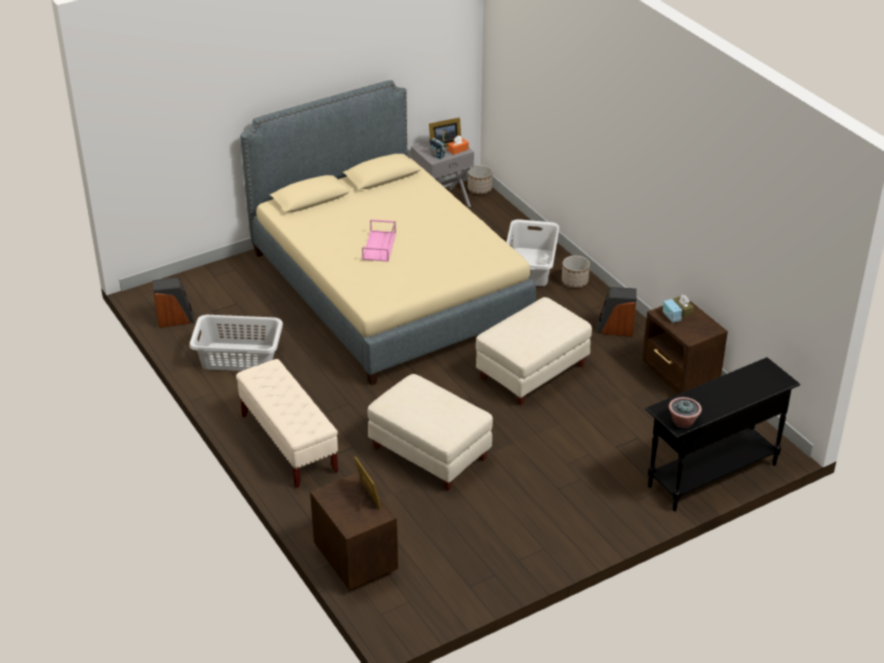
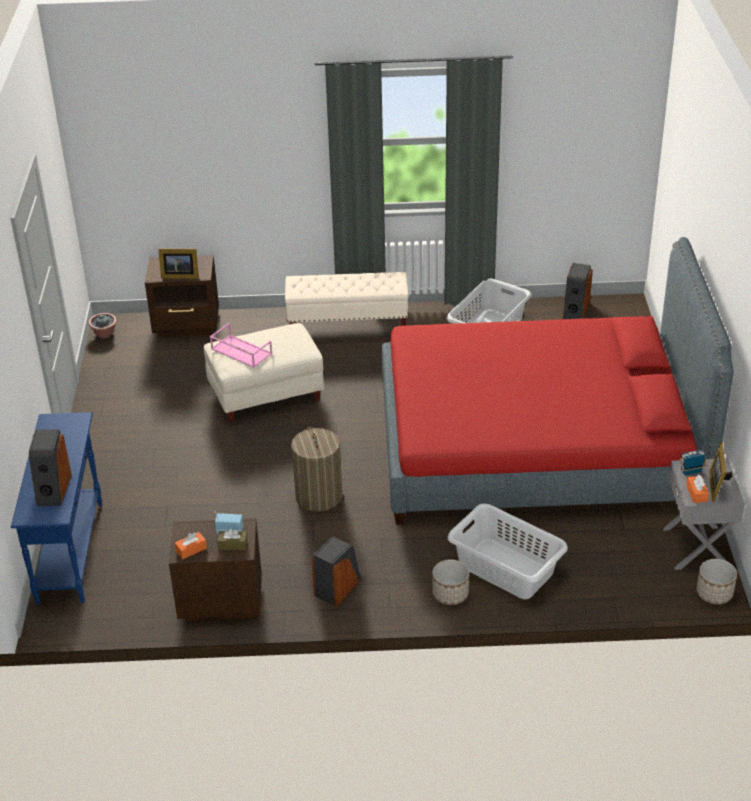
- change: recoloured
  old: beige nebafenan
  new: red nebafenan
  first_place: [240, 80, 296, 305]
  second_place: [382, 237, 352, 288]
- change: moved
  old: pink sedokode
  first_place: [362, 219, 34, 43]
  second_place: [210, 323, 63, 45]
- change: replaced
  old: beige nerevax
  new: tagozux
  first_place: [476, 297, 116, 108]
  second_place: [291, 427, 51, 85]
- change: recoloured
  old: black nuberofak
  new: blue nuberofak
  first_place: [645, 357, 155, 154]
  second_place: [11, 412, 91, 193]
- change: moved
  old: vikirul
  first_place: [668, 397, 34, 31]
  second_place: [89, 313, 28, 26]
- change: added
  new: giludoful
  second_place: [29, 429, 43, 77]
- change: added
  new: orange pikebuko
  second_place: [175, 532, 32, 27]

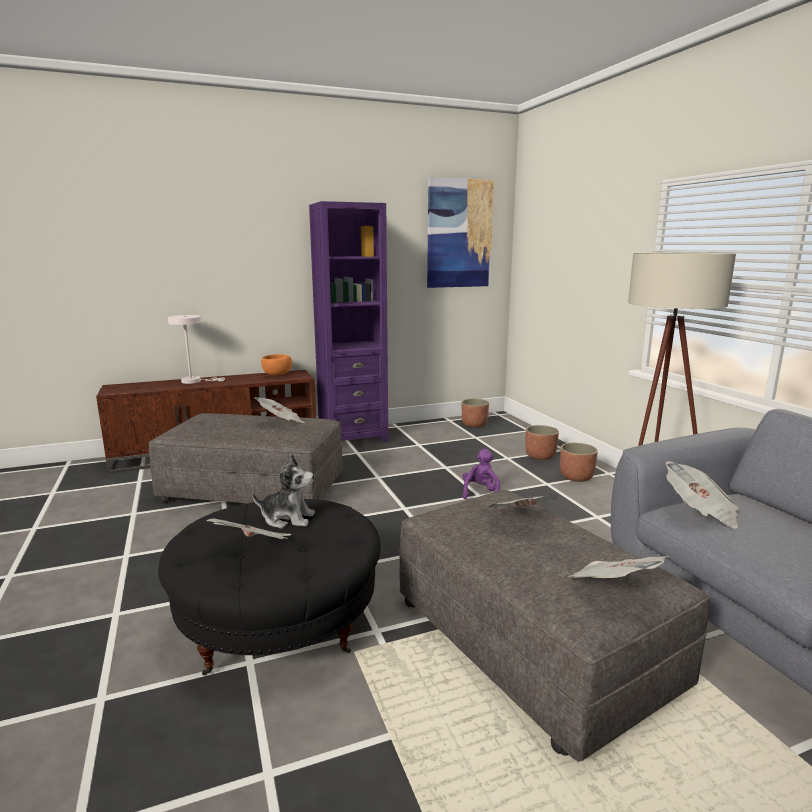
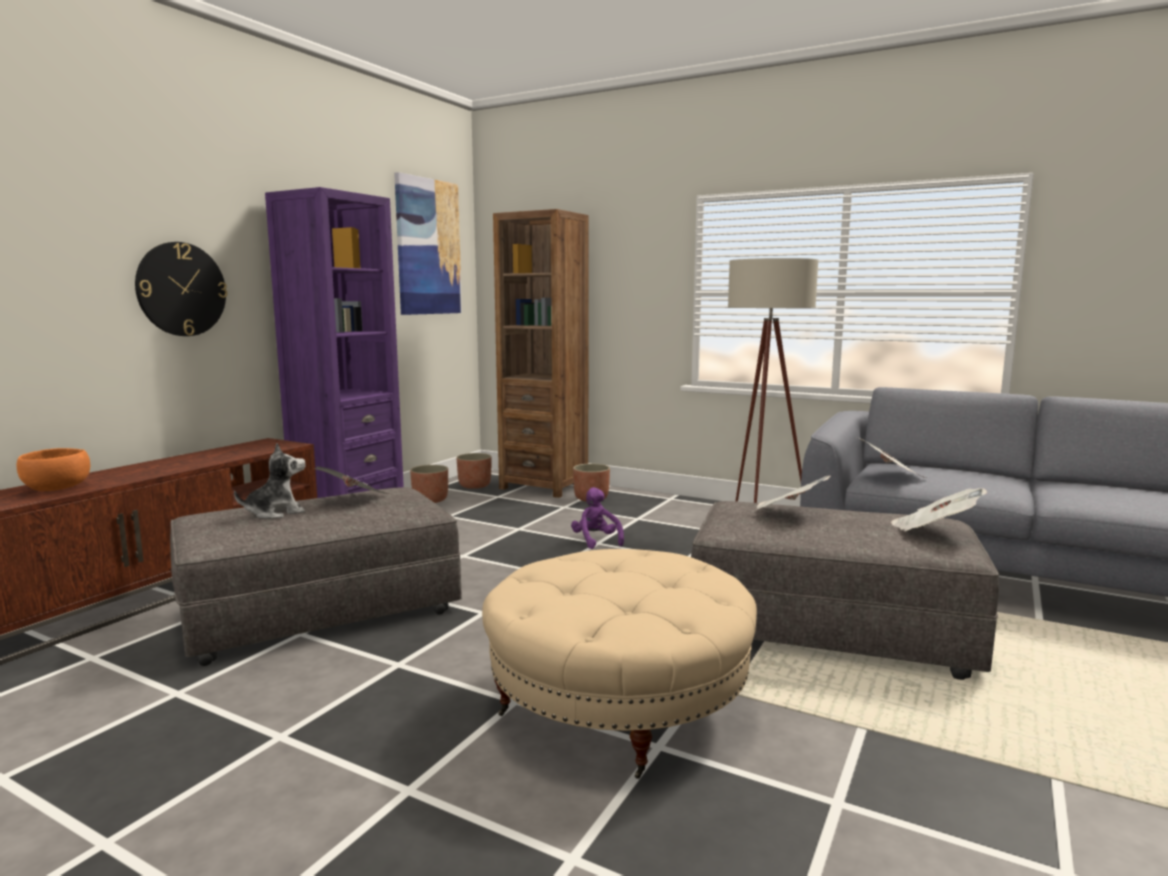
- change: removed
  old: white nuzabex
  first_place: [168, 315, 57, 69]
- change: moved
  old: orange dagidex
  first_place: [261, 354, 31, 21]
  second_place: [17, 448, 73, 43]
- change: moved
  old: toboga
  first_place: [560, 443, 38, 39]
  second_place: [410, 465, 38, 38]
- change: moved
  old: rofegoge
  first_place: [252, 454, 63, 75]
  second_place: [234, 443, 72, 76]
- change: recoloured
  old: black nerevax
  new: beige nerevax
  first_place: [158, 499, 223, 176]
  second_place: [482, 549, 275, 230]
- change: removed
  old: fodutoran
  first_place: [207, 519, 85, 20]
- change: added
  new: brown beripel
  second_place: [493, 209, 96, 289]
- change: added
  new: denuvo
  second_place: [135, 242, 93, 94]

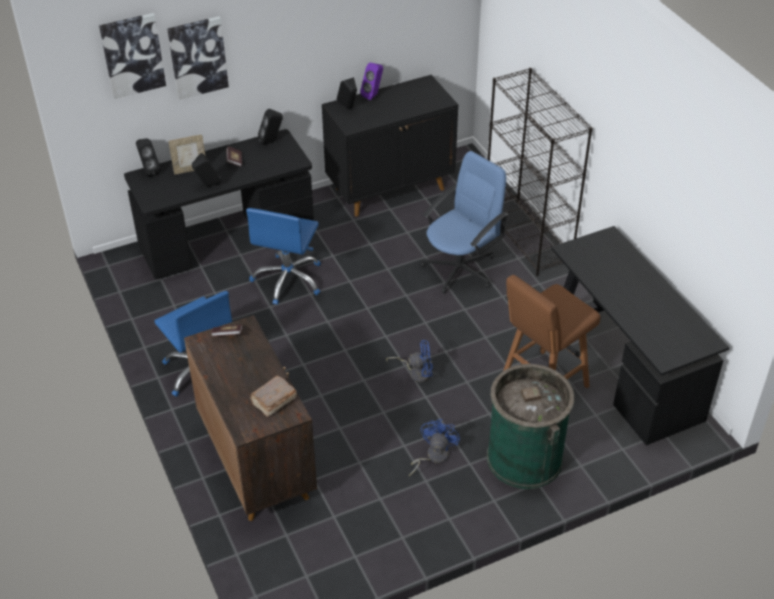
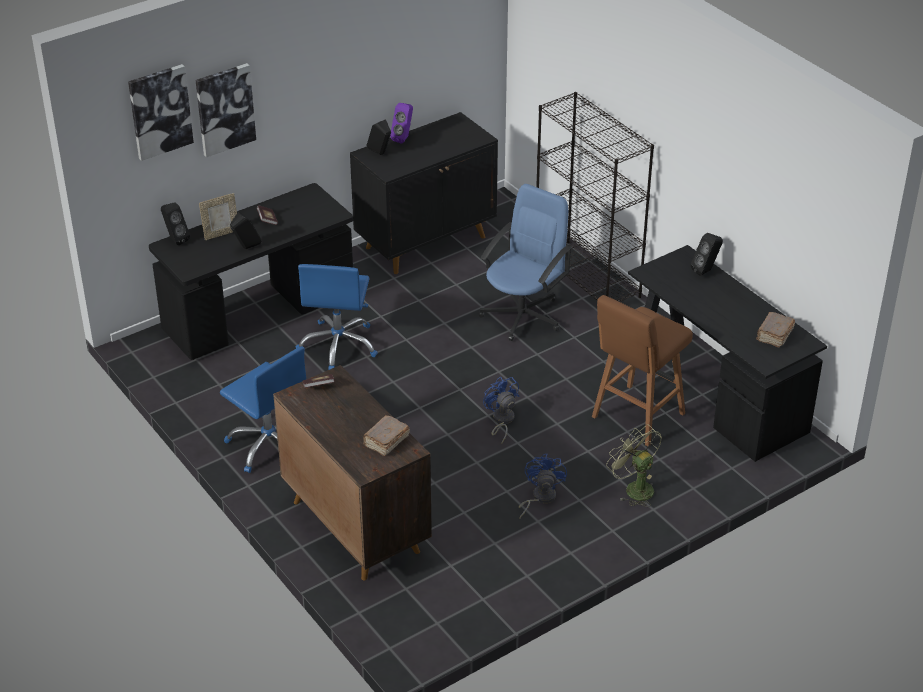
- change: moved
  old: black giludoful
  first_place: [258, 109, 25, 36]
  second_place: [691, 233, 32, 43]
- change: turned
  old: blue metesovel
  first_place: [386, 340, 47, 42]
  second_place: [483, 377, 36, 67]
  degrees: -105
- change: replaced
  old: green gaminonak
  new: green metesovel
  first_place: [487, 364, 88, 125]
  second_place: [606, 424, 56, 83]
- change: added
  new: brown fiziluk
  second_place: [756, 312, 39, 36]

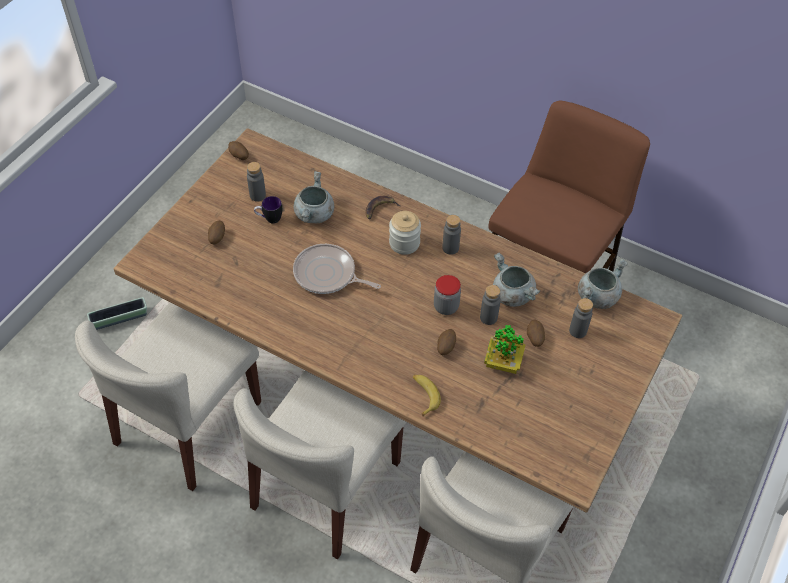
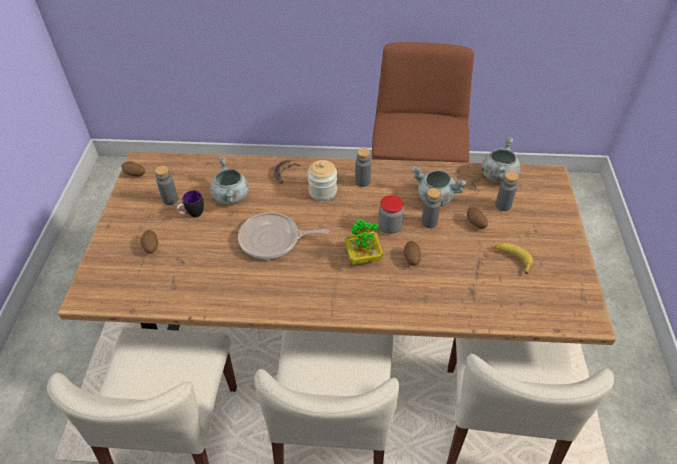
- change: removed
  old: toboga
  first_place: [87, 297, 60, 33]
- change: moved
  old: vikirul
  first_place: [484, 325, 42, 49]
  second_place: [345, 219, 38, 45]
- change: moved
  old: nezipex
  first_place: [413, 375, 28, 42]
  second_place: [495, 243, 38, 31]

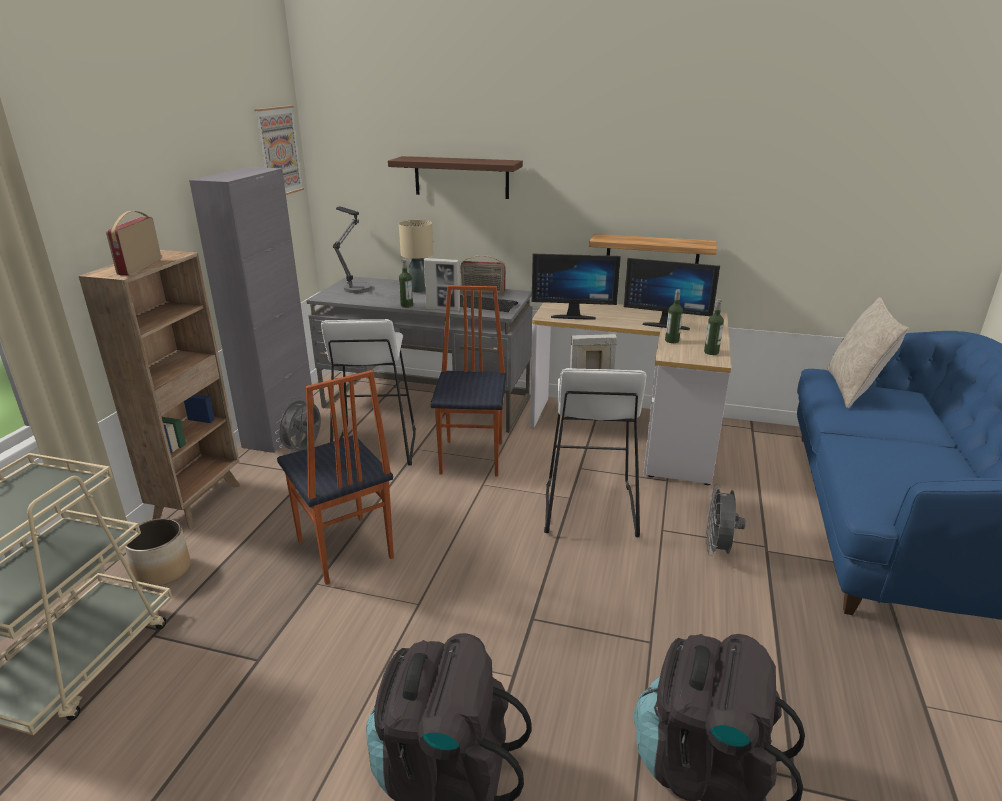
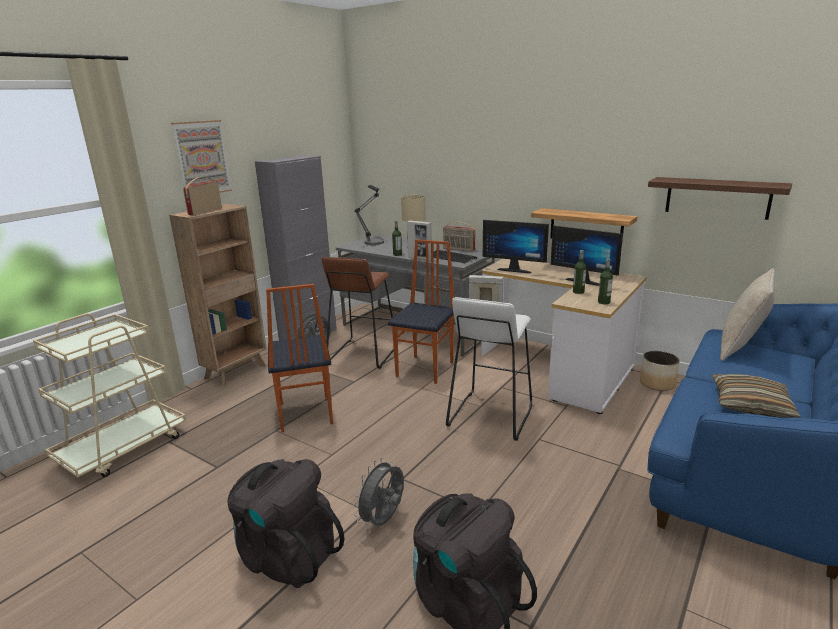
- change: moved
  old: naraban
  first_place: [254, 106, 50, 89]
  second_place: [171, 120, 61, 73]
- change: moved
  old: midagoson
  first_place: [388, 156, 135, 43]
  second_place: [648, 177, 144, 43]
- change: recoloured
  old: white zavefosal
  new: brown zavefosal
  first_place: [321, 319, 95, 147]
  second_place: [322, 257, 72, 112]
- change: moved
  old: grey metesovel
  first_place: [706, 484, 40, 72]
  second_place: [353, 458, 51, 69]
- change: moved
  old: toboga
  first_place: [124, 518, 67, 68]
  second_place: [640, 351, 40, 40]
- change: added
  new: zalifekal
  second_place: [712, 374, 89, 44]

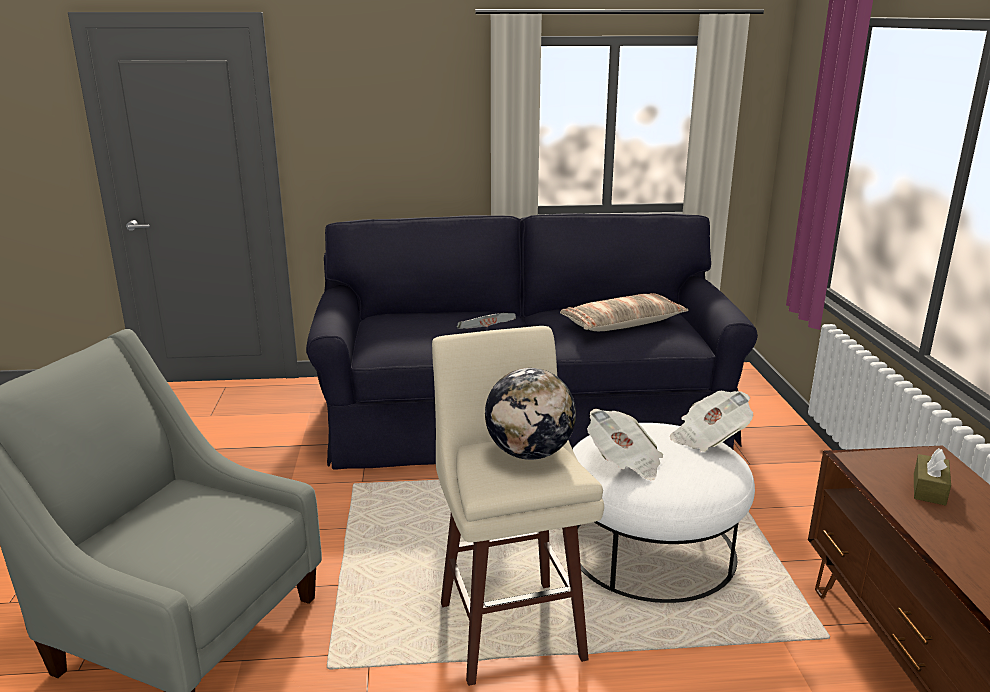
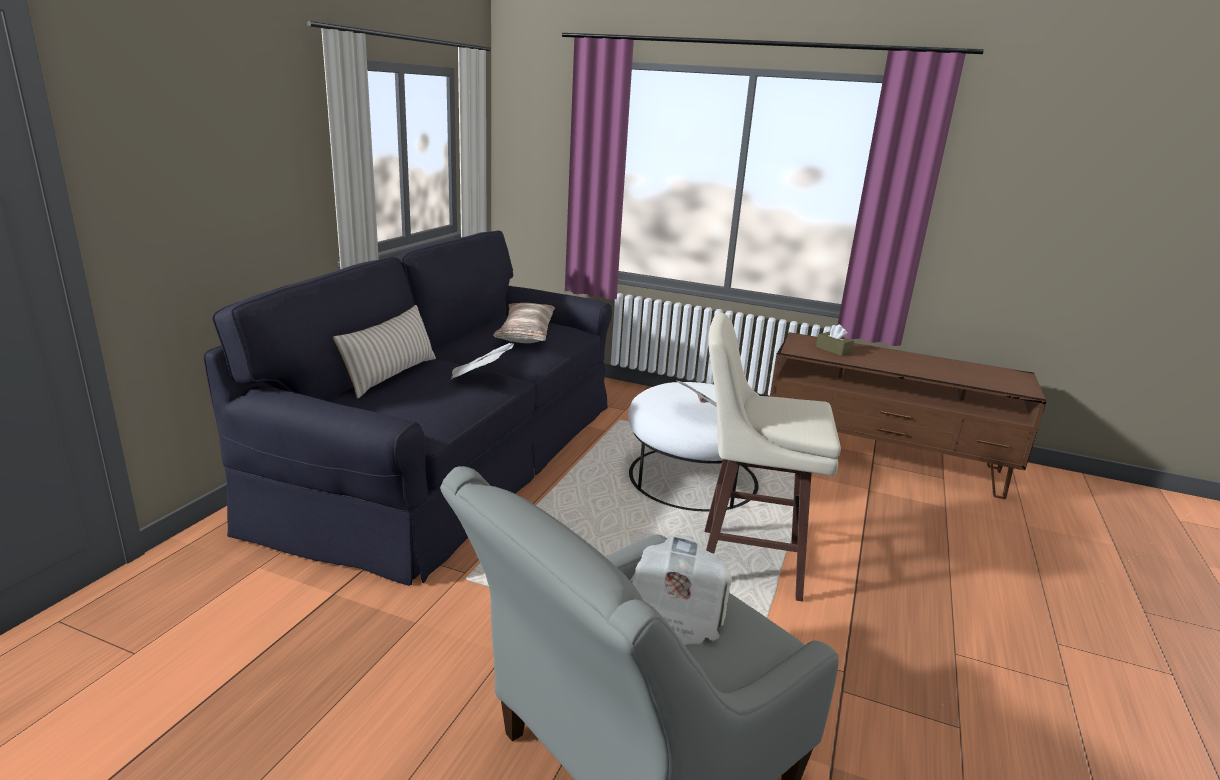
- change: removed
  old: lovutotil
  first_place: [485, 368, 91, 92]
- change: moved
  old: fodutoran
  first_place: [670, 390, 83, 62]
  second_place: [631, 535, 101, 110]
- change: added
  new: beige zalifekal
  second_place: [333, 305, 103, 94]

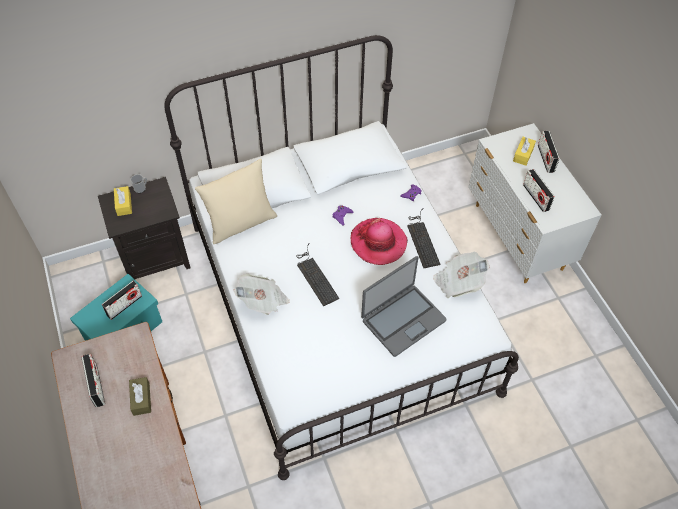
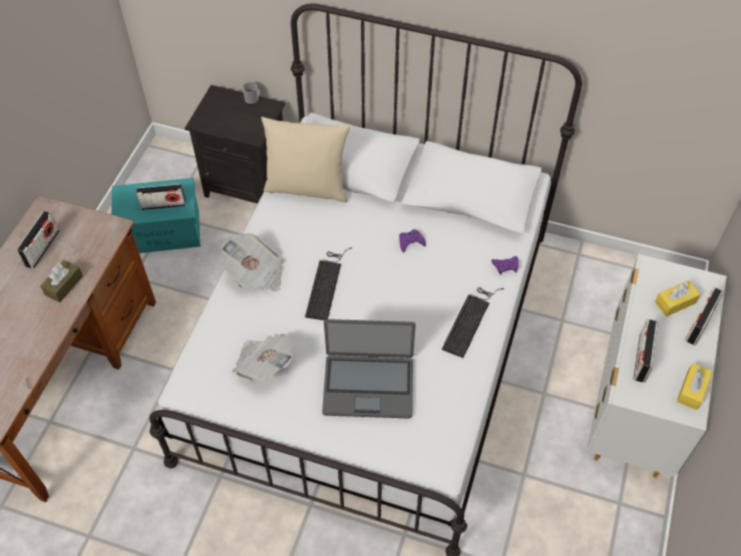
- change: moved
  old: yellow pikebuko
  first_place: [114, 186, 18, 30]
  second_place: [677, 363, 36, 47]
- change: removed
  old: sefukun
  first_place: [351, 218, 57, 47]
- change: moved
  old: fodutoran
  first_place: [433, 252, 57, 46]
  second_place: [232, 334, 63, 49]

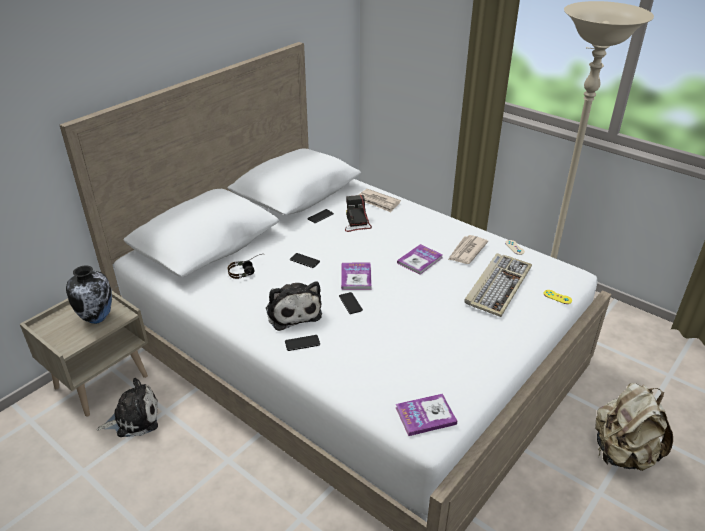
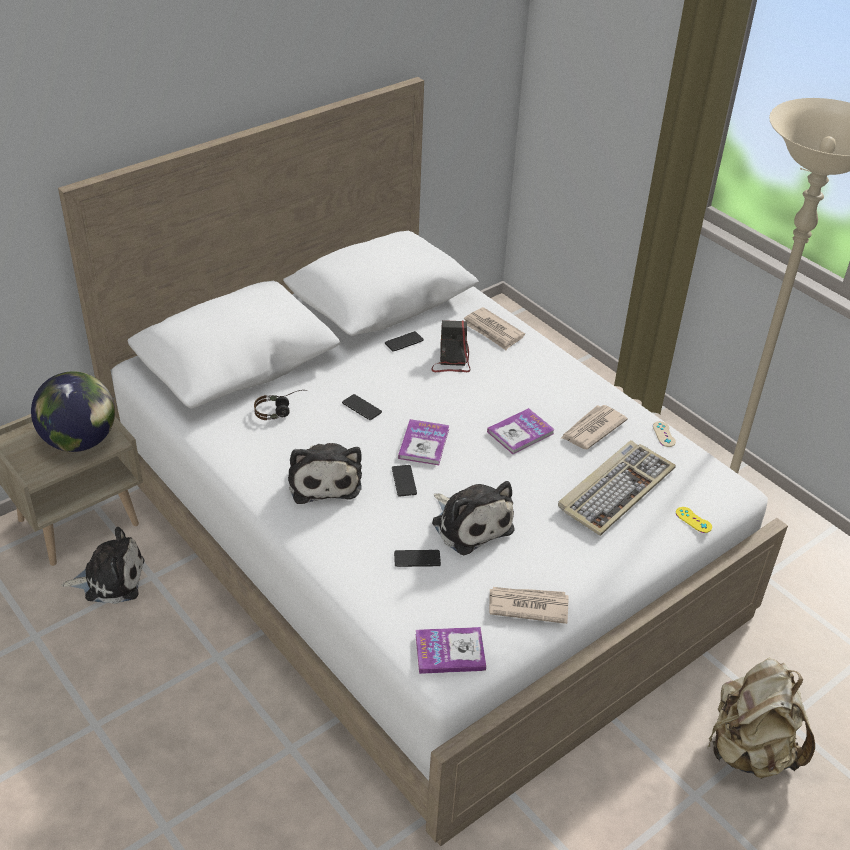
- change: replaced
  old: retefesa
  new: lovutotil
  first_place: [66, 265, 46, 59]
  second_place: [31, 371, 84, 81]
- change: moved
  old: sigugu
  first_place: [285, 335, 35, 16]
  second_place: [394, 550, 47, 17]
- change: added
  new: rofegoge
  second_place: [432, 481, 83, 74]
- change: added
  new: fodutoran
  second_place: [489, 587, 80, 37]

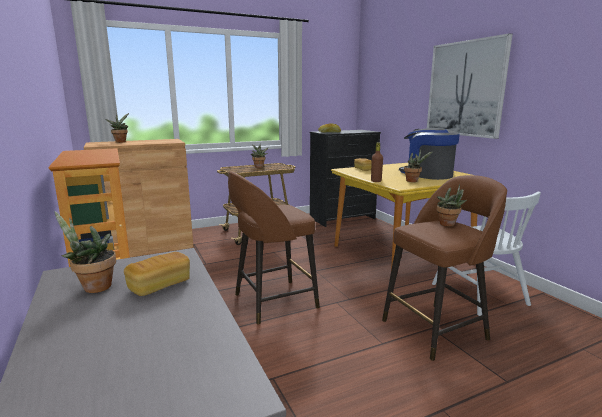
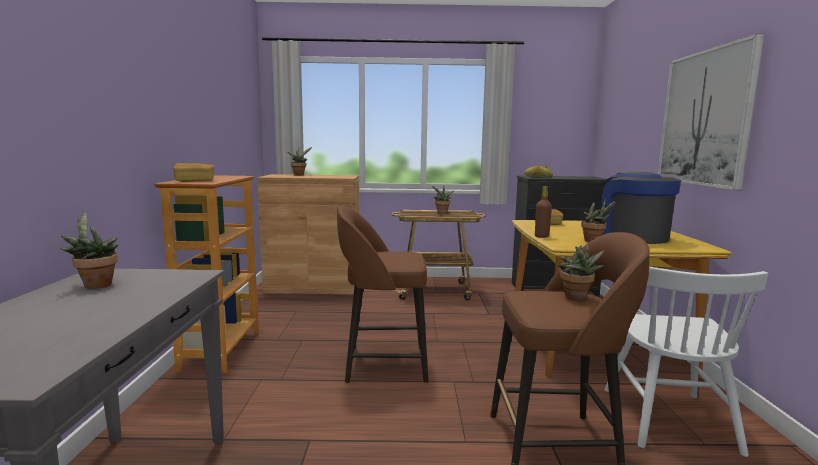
- change: moved
  old: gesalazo
  first_place: [124, 252, 66, 44]
  second_place: [173, 163, 41, 19]

